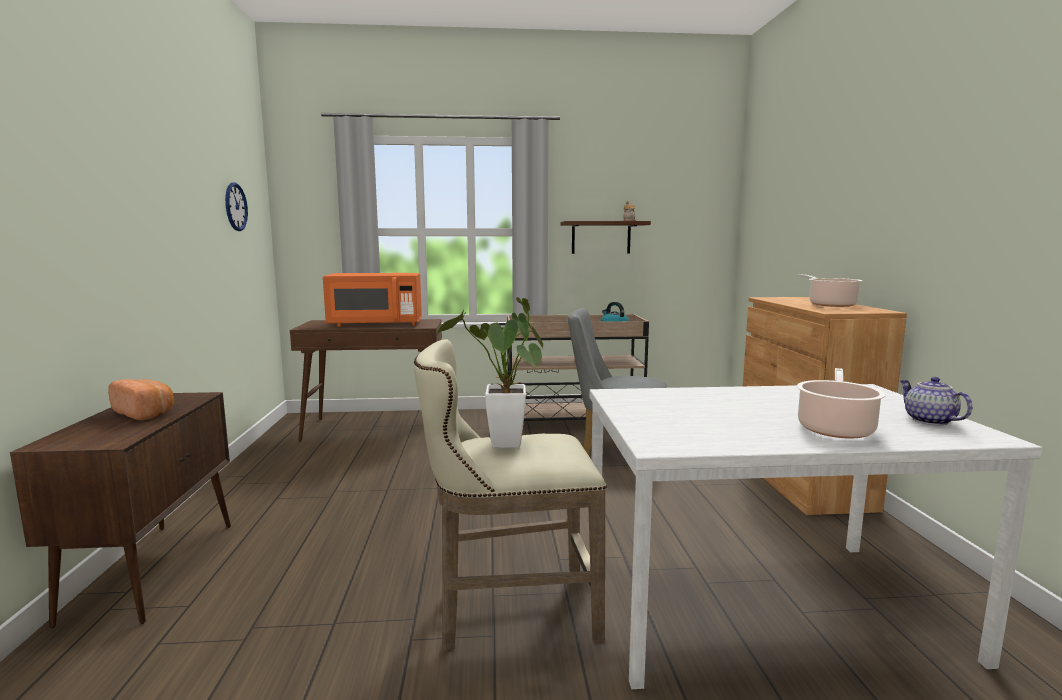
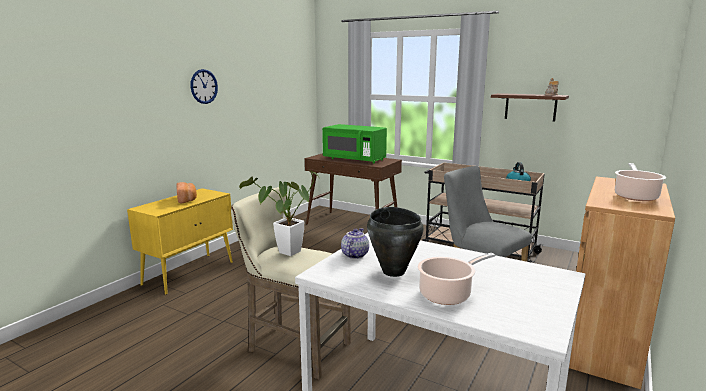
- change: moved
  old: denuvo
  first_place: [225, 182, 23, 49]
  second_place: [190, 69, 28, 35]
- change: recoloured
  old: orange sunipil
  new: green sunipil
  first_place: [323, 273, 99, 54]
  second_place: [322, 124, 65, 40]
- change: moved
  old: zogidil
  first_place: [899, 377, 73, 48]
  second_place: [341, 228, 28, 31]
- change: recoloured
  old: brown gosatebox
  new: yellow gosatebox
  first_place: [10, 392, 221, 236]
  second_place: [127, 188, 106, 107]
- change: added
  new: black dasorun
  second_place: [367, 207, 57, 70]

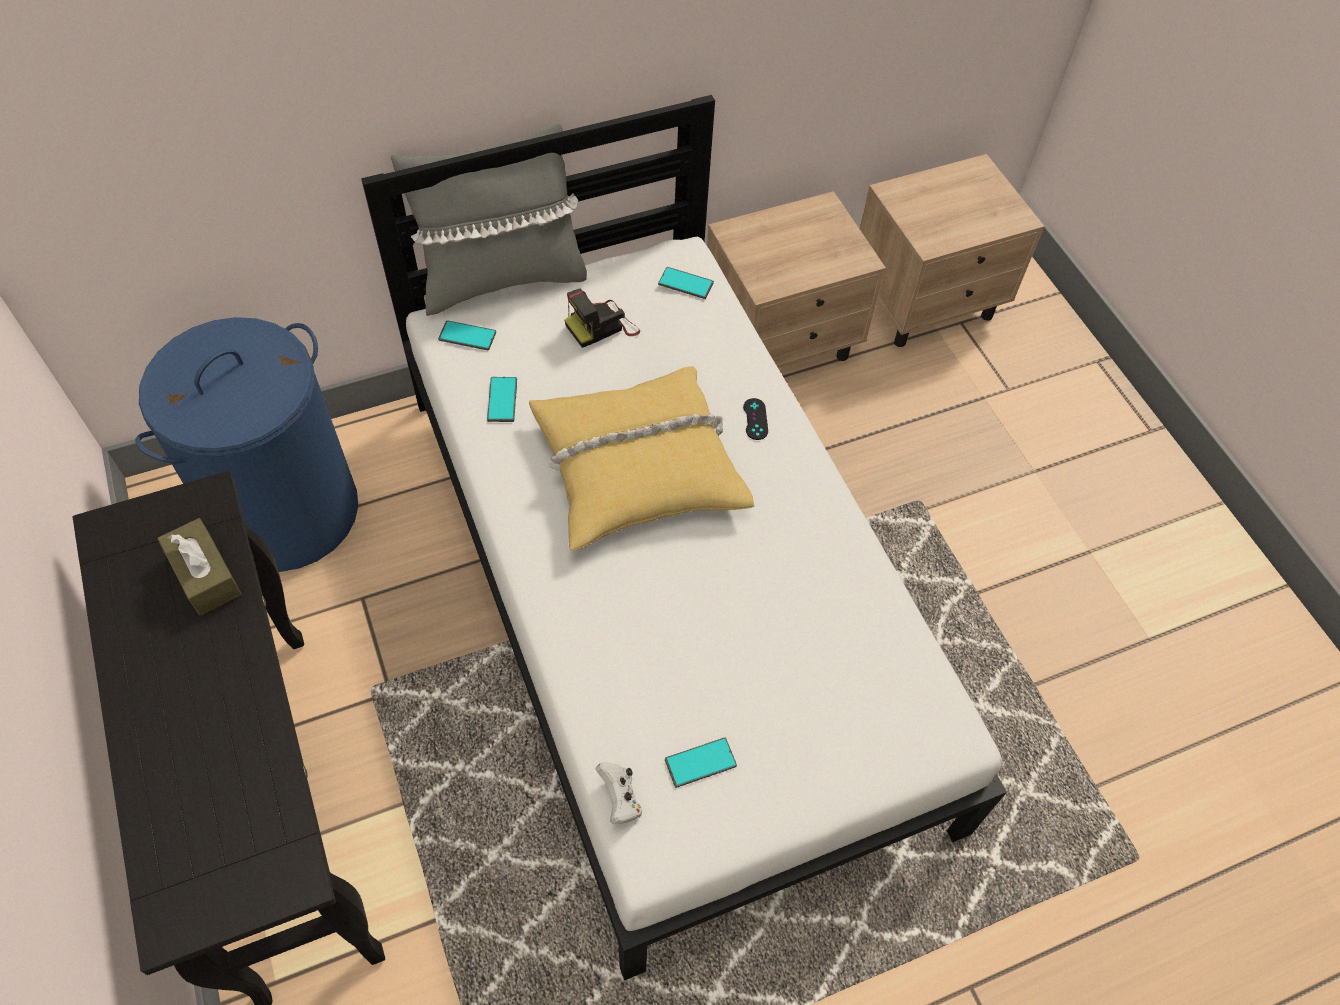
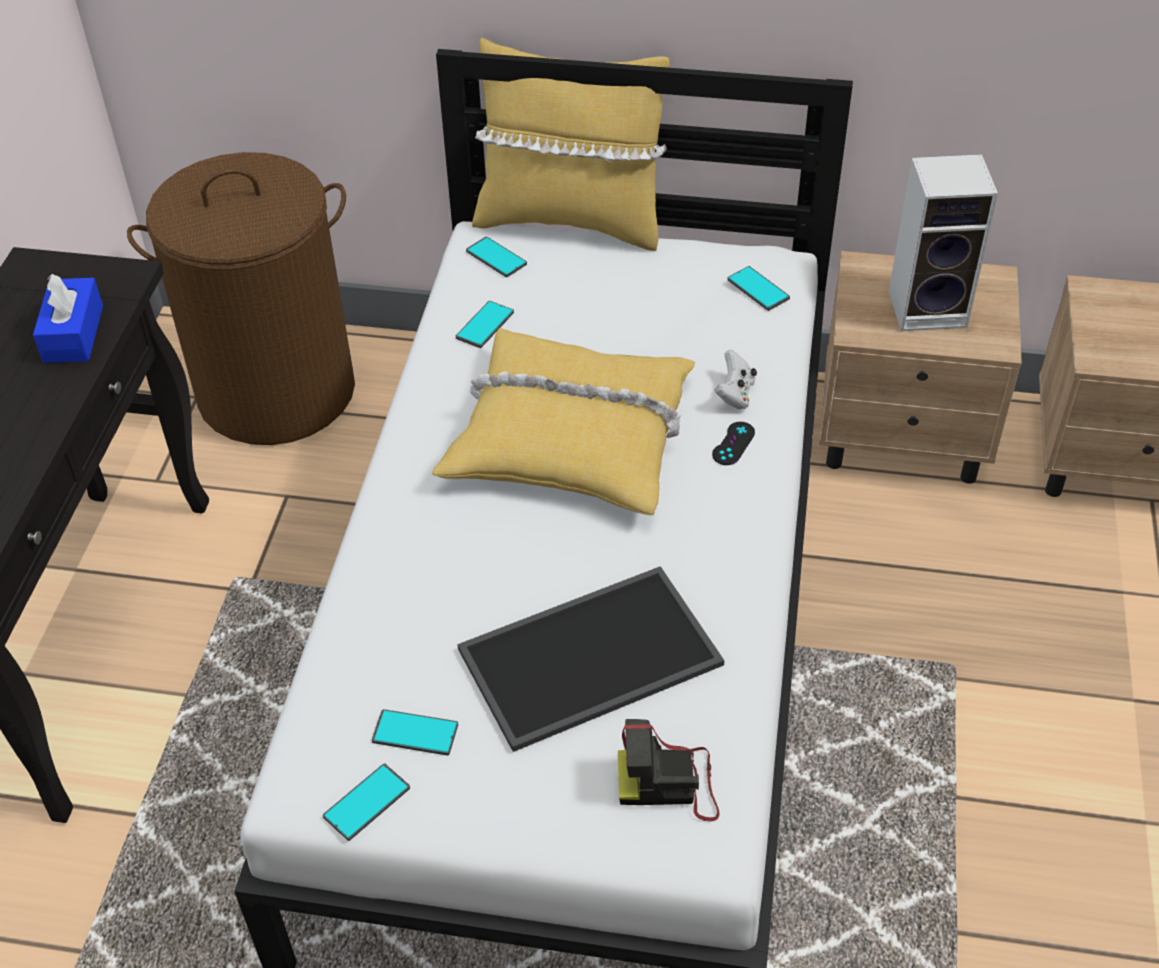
- change: recoloured
  old: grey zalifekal
  new: yellow zalifekal
  first_place: [391, 122, 196, 194]
  second_place: [472, 38, 197, 213]
- change: moved
  old: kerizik
  first_place: [564, 289, 76, 59]
  second_place: [618, 719, 101, 103]
- change: recoloured
  old: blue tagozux
  new: brown tagozux
  first_place: [135, 317, 223, 255]
  second_place: [127, 152, 228, 293]
- change: recoloured
  old: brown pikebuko
  new: blue pikebuko
  first_place: [157, 518, 85, 98]
  second_place: [33, 274, 70, 89]
- change: moved
  old: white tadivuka
  first_place: [596, 762, 46, 62]
  second_place: [714, 350, 43, 60]
- change: added
  new: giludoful
  second_place: [889, 154, 109, 177]
- change: added
  new: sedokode
  second_place: [457, 566, 268, 186]
- change: added
  new: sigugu
  second_place: [323, 763, 87, 78]

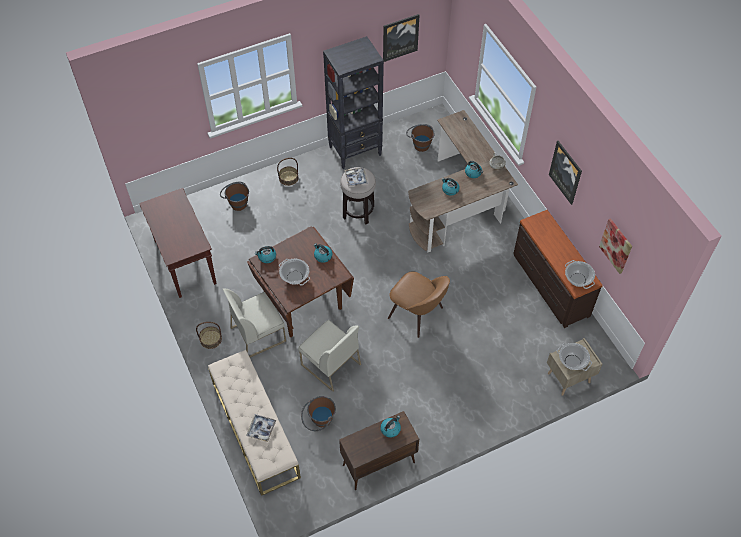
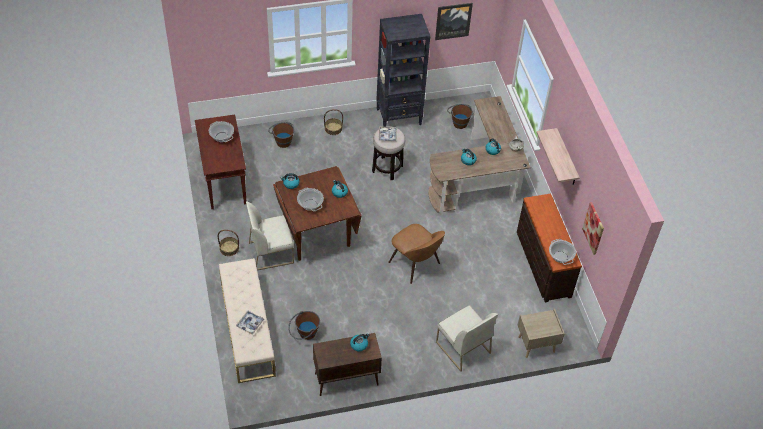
- change: replaced
  old: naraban
  new: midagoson
  first_place: [549, 141, 33, 64]
  second_place: [537, 128, 43, 57]
- change: moved
  old: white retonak
  first_place: [298, 320, 63, 72]
  second_place: [436, 305, 62, 67]
- change: moved
  old: dasorun
  first_place: [557, 343, 35, 28]
  second_place: [209, 121, 25, 21]

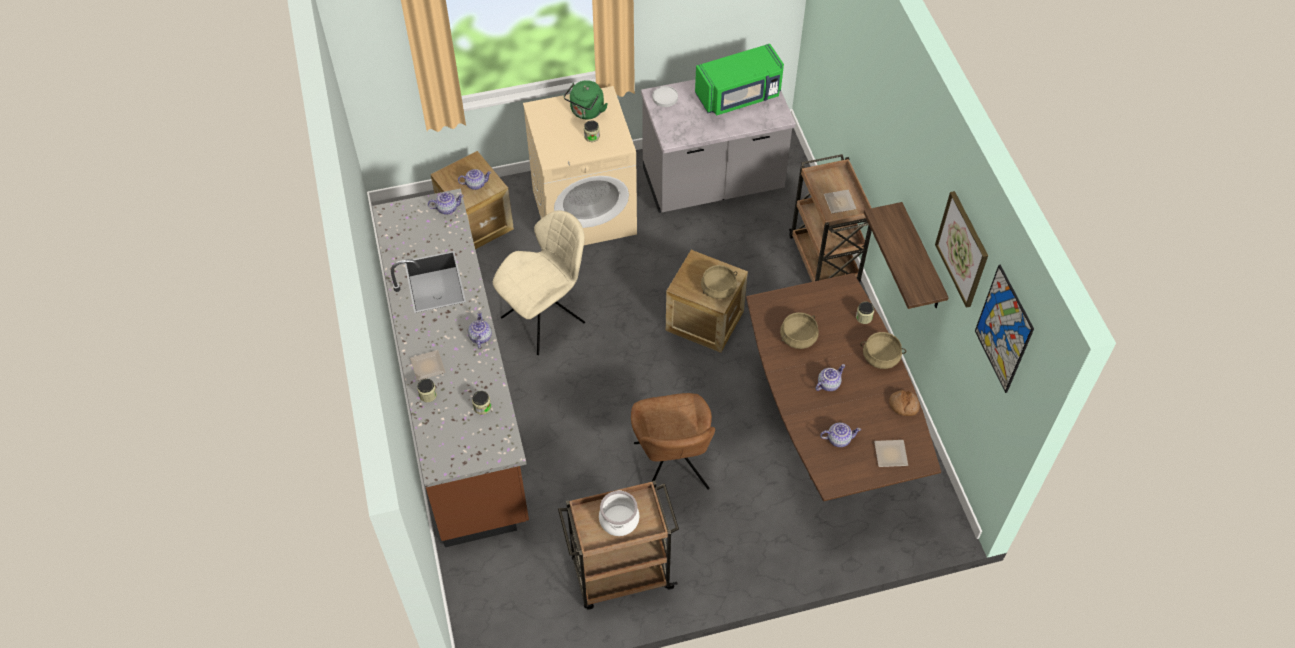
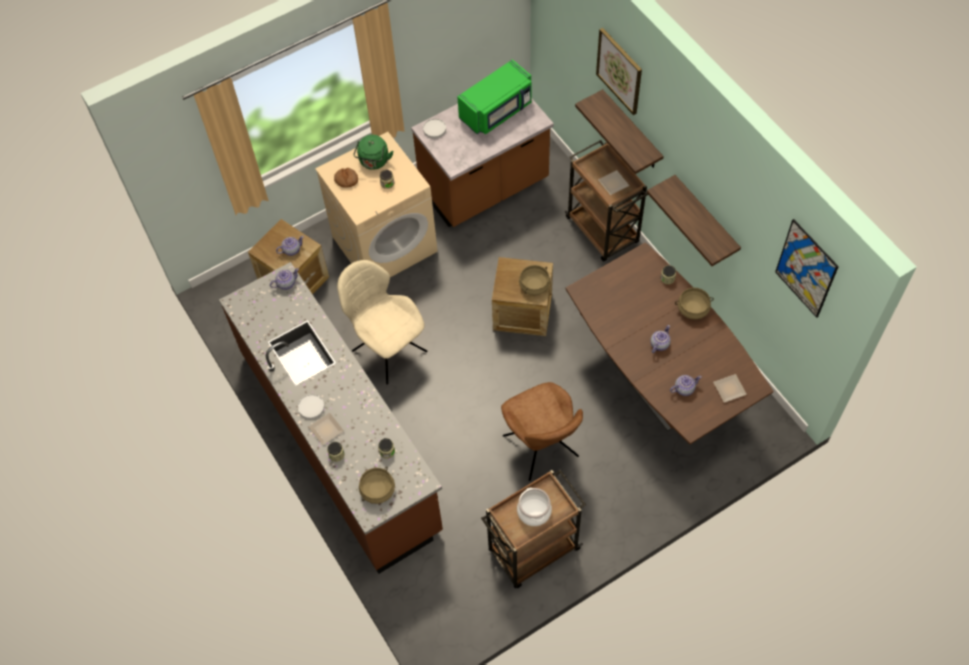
- change: recoloured
  old: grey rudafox
  new: brown rudafox
  first_place: [641, 79, 155, 134]
  second_place: [411, 98, 143, 129]
- change: moved
  old: naraban
  first_place: [935, 191, 53, 117]
  second_place: [596, 28, 46, 87]
- change: turned
  old: beige retonak
  first_place: [493, 210, 92, 145]
  second_place: [337, 260, 90, 125]
  degrees: -75
- change: removed
  old: zogidil
  first_place: [468, 311, 24, 37]
- change: moved
  old: beige dasorun
  first_place: [780, 312, 39, 37]
  second_place: [359, 467, 36, 37]
- change: moved
  old: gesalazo
  first_place: [889, 390, 31, 26]
  second_place: [334, 168, 24, 20]
- change: added
  new: midagoson
  second_place: [575, 89, 89, 85]
- change: added
  new: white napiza
  second_place: [298, 394, 27, 25]

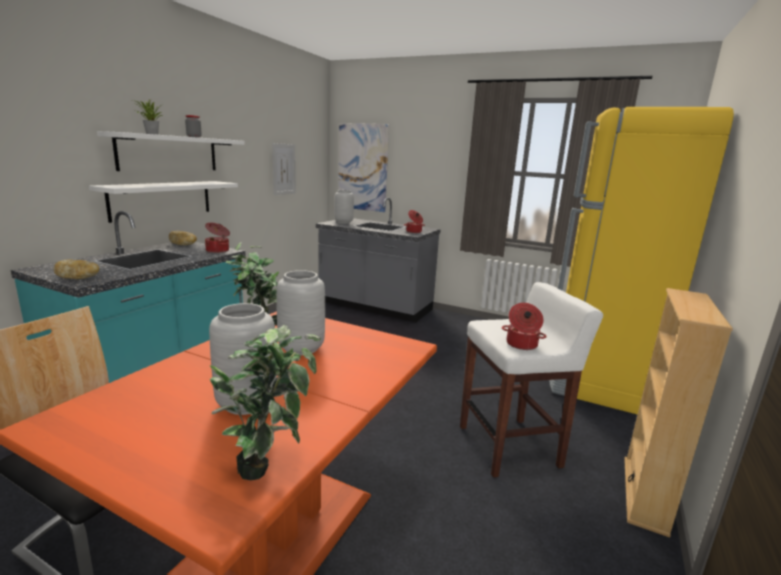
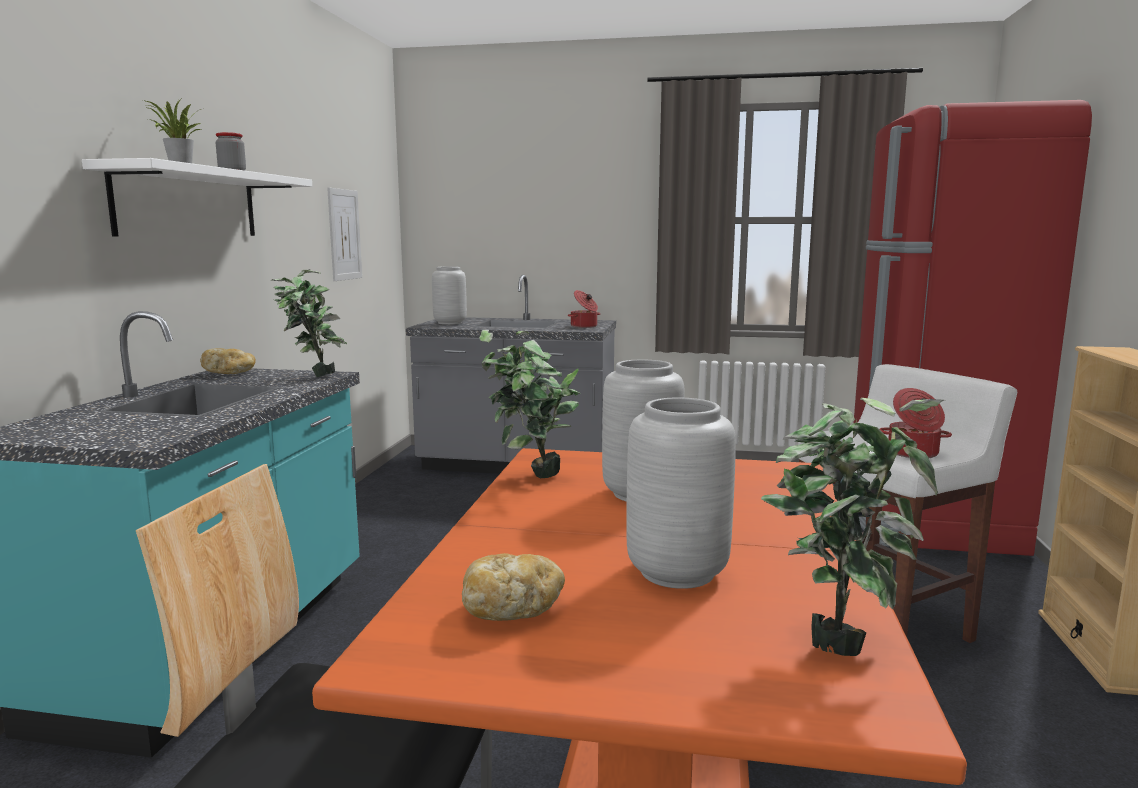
- change: recoloured
  old: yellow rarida
  new: red rarida
  first_place: [549, 107, 185, 308]
  second_place: [854, 100, 238, 456]
- change: removed
  old: naraban
  first_place: [338, 123, 51, 89]
- change: removed
  old: white midagoson
  first_place: [89, 181, 149, 42]
- change: replaced
  old: dasorun
  new: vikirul
  first_place: [205, 223, 25, 30]
  second_place: [271, 269, 76, 108]
- change: moved
  old: gesalazo
  first_place: [53, 259, 46, 20]
  second_place: [462, 553, 103, 68]

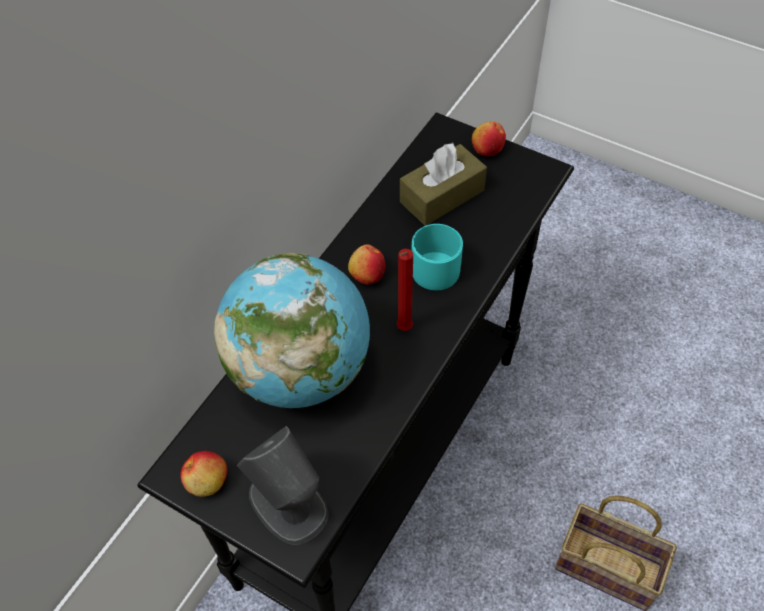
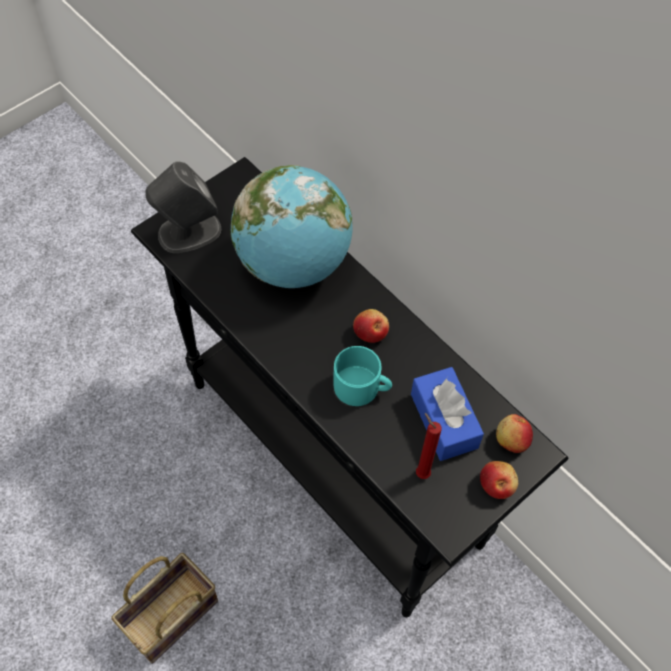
- change: recoloured
  old: brown pikebuko
  new: blue pikebuko
  first_place: [400, 143, 87, 83]
  second_place: [411, 367, 73, 94]
- change: moved
  old: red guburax
  first_place: [397, 249, 16, 82]
  second_place: [416, 413, 26, 66]
- change: moved
  old: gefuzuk
  first_place: [181, 451, 46, 46]
  second_place: [496, 414, 37, 39]

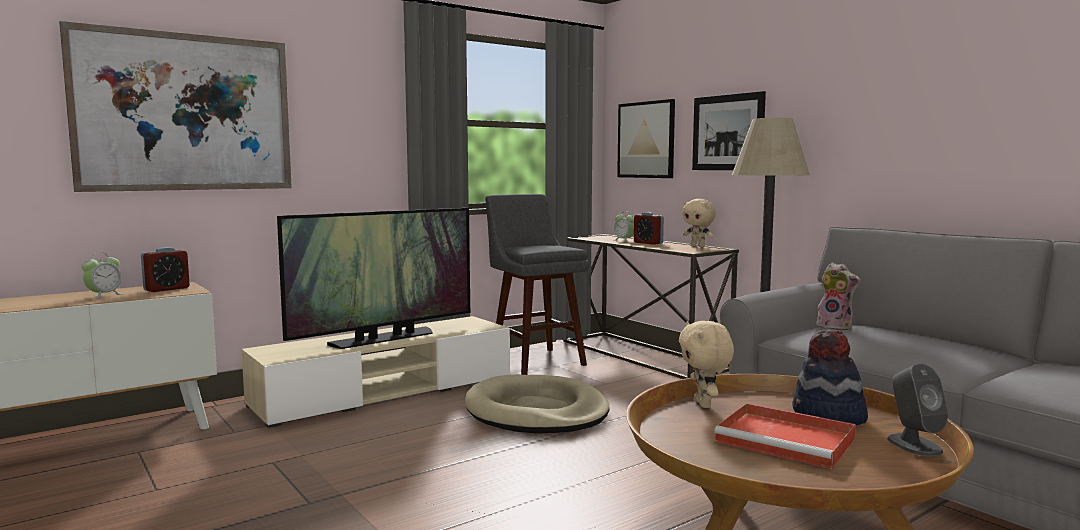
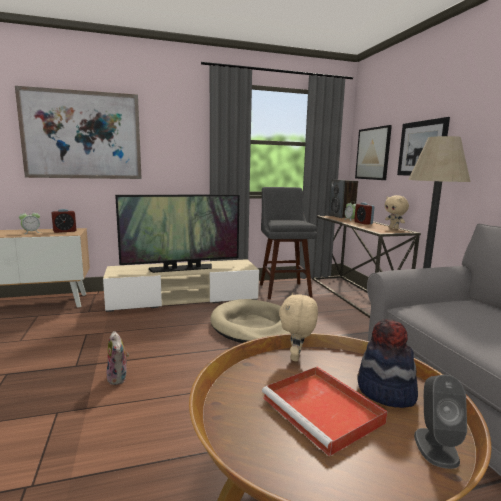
- change: moved
  old: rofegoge
  first_place: [816, 262, 45, 68]
  second_place: [106, 331, 23, 54]
- change: added
  new: giludoful
  second_place: [329, 179, 29, 39]

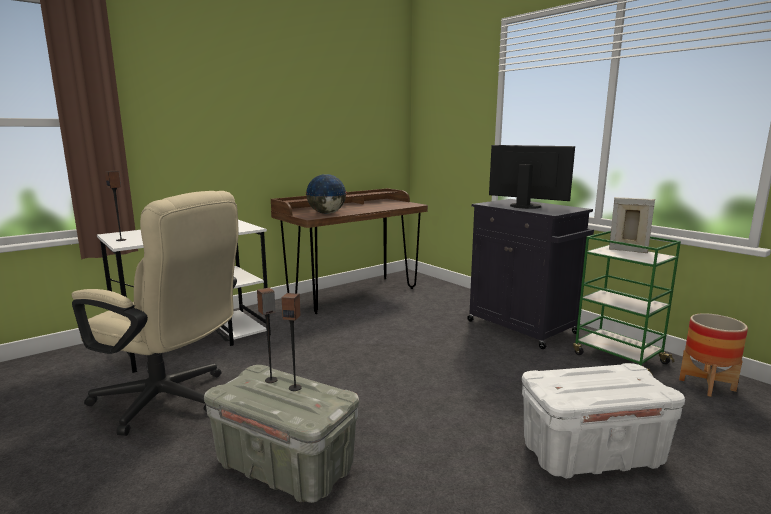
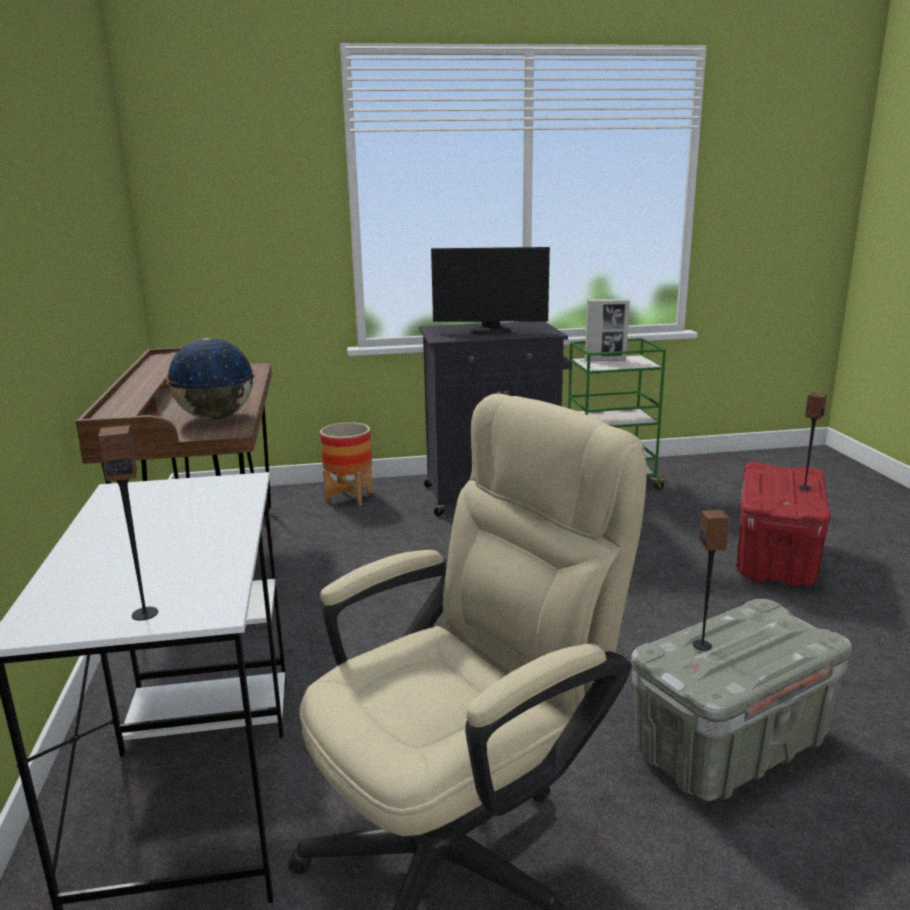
- change: turned
  old: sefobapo
  first_place: [489, 145, 86, 64]
  second_place: [431, 247, 119, 88]
  degrees: -150
- change: turned
  old: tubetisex
  first_place: [609, 197, 46, 56]
  second_place: [585, 299, 45, 62]
  degrees: -150
- change: moved
  old: giludoful
  first_place: [282, 293, 20, 98]
  second_place: [798, 392, 29, 98]
- change: moved
  old: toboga
  first_place: [679, 313, 69, 84]
  second_place: [320, 422, 53, 84]
- change: recoloured
  old: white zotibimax
  new: red zotibimax
  first_place: [522, 363, 163, 116]
  second_place: [736, 462, 95, 125]

